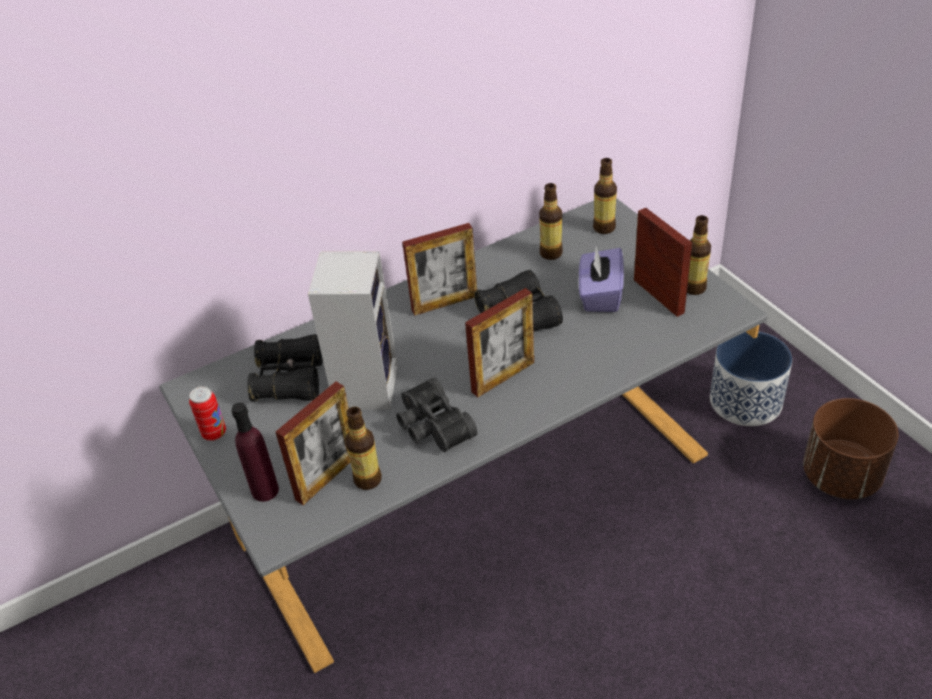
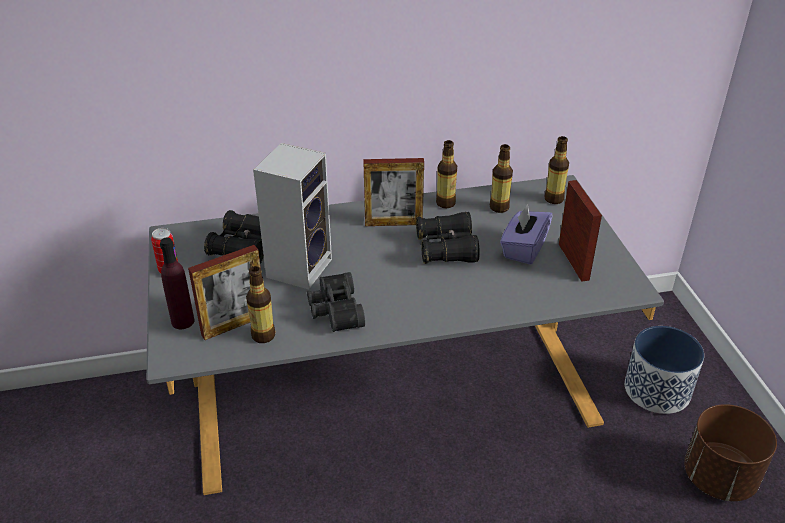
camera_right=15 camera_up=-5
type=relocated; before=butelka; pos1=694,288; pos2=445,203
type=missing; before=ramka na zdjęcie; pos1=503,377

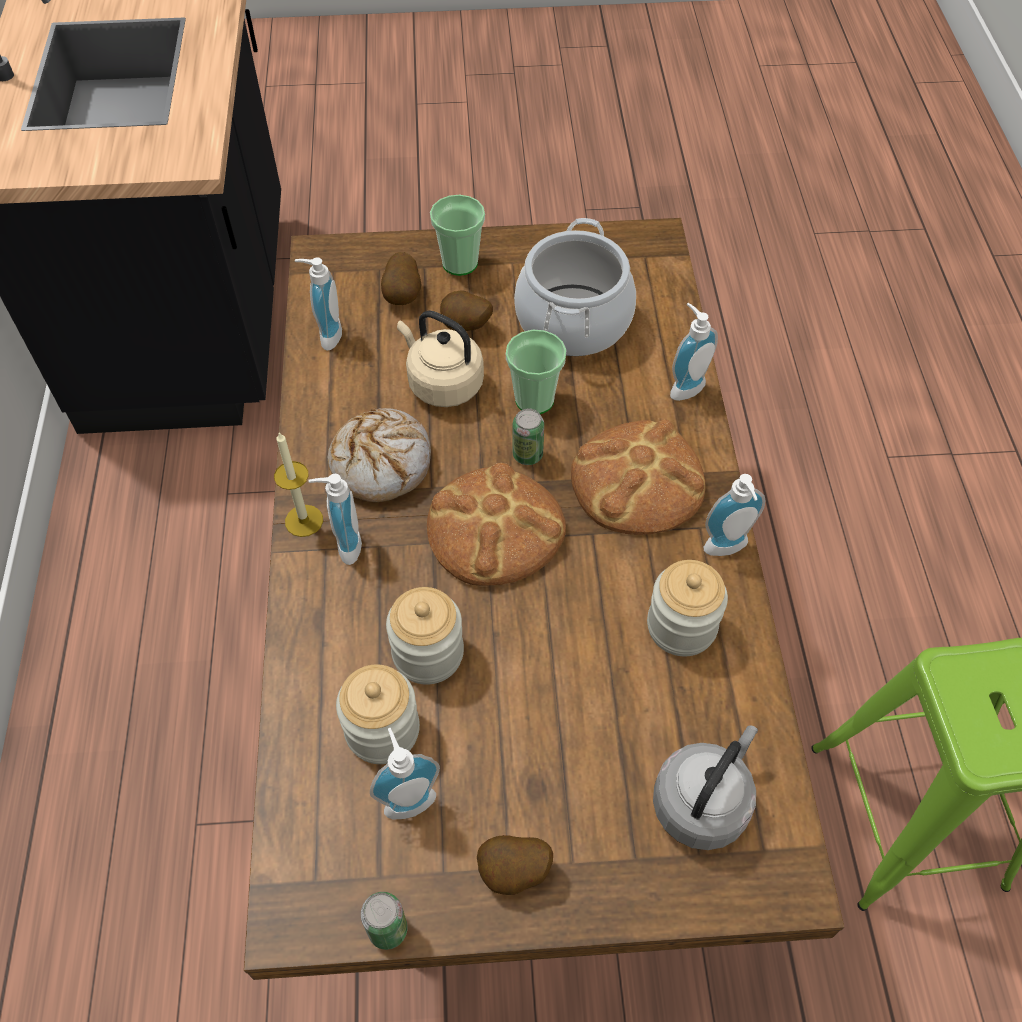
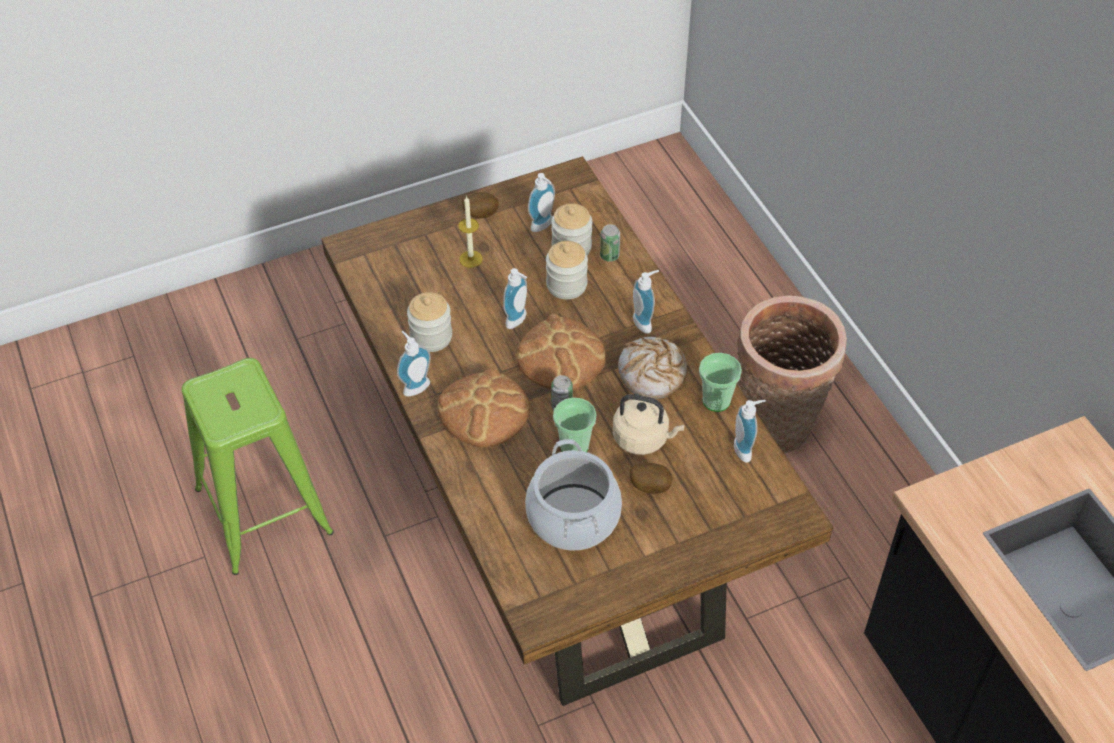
camera_right=160 camera_up=-5
type=relocated; before=filiżanka; pos1=460,263; pos2=716,400
type=missing; before=ziemniak; pos1=403,296
type=relocated; before=dozownik mydła; pos1=684,386; pos2=519,321
type=relocated; before=świeca; pos1=304,520; pos2=471,259
type=missing; before=czajnik [szary]; pos1=702,802
type=relocated; before=puszka; pos1=387,929; pos2=609,256
type=appeared; after=koszyk; pos2=777,426

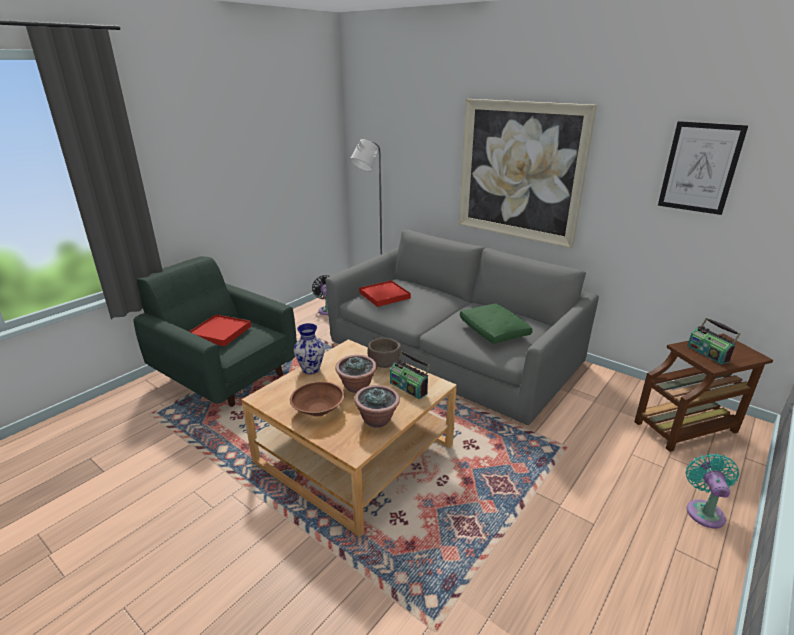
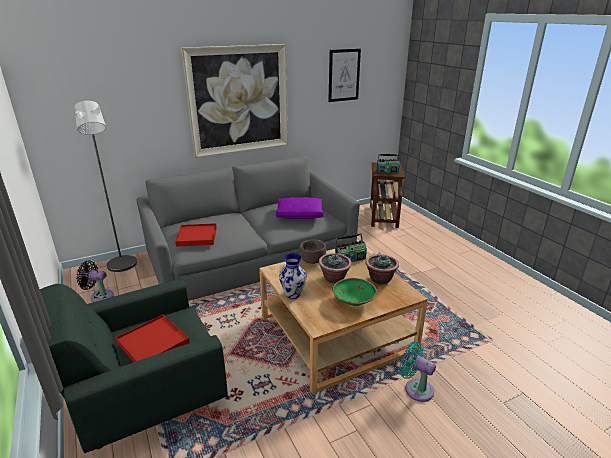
camera_right=-65 camera_up=0
type=colour; before=poduszka [zielony]; after=poduszka [fioletowy]; pos1=494,332; pos2=300,215
type=colour; before=miska [brązowy]; after=miska [zielony]; pos1=318,410; pos2=354,301
type=relocated; before=wentylator [turkusowy]; pos1=704,510; pos2=416,388

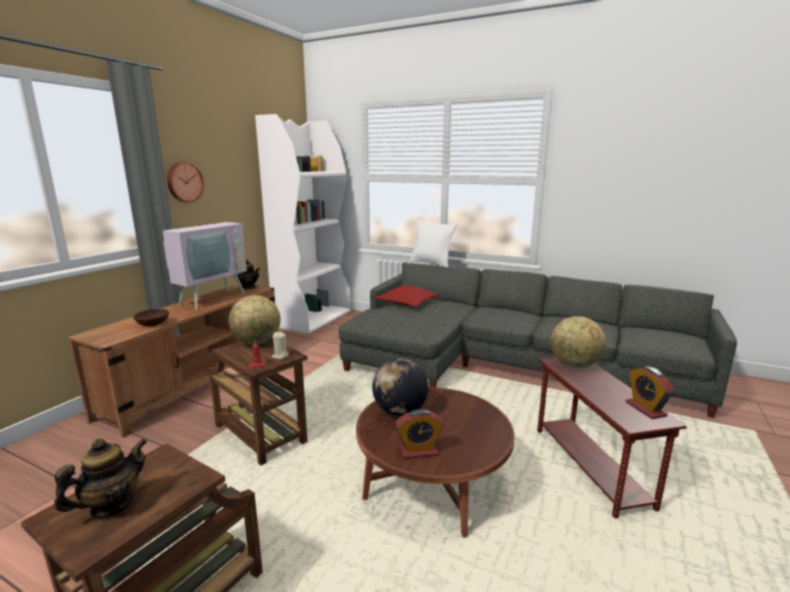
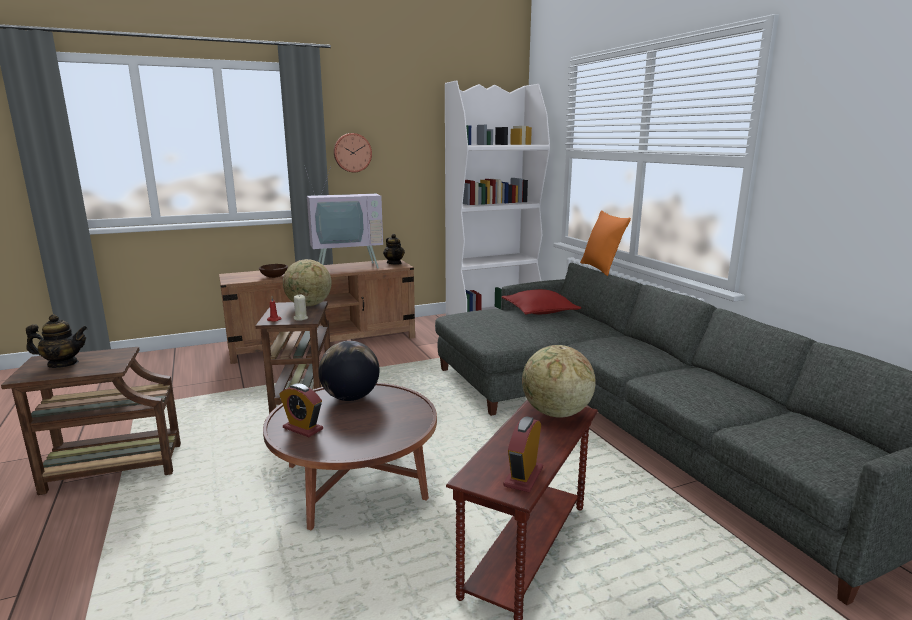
camera_right=40 camera_up=0
type=colour; before=poduszka [biały]; after=poduszka [pomarańczowy]; pos1=431,263; pos2=600,269

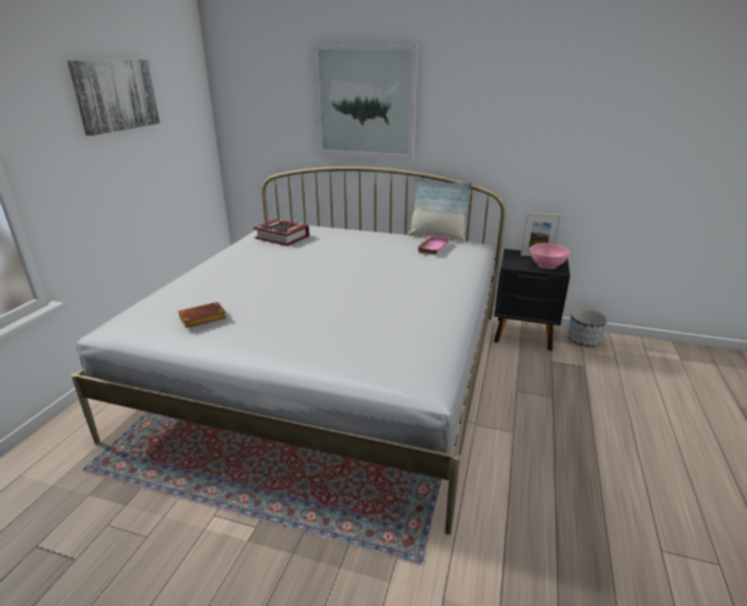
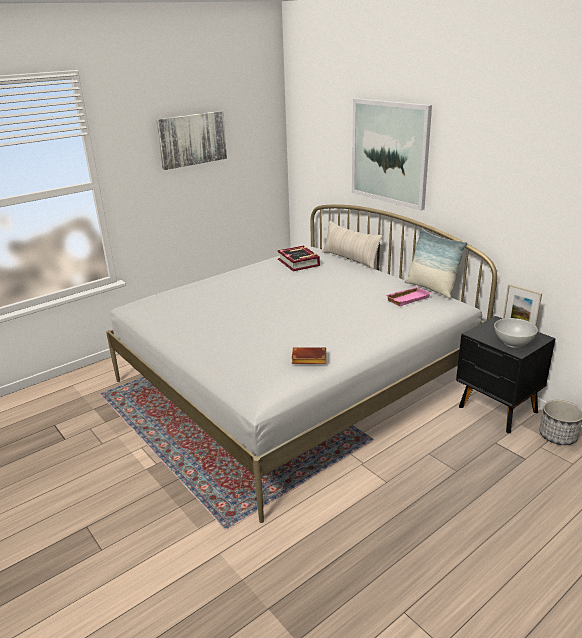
camera_right=35 camera_up=0
type=colour; before=miska [różowy]; after=miska [biały]; pos1=547,266; pos2=513,343
type=relocated; before=książka [brązowy]; pos1=202,319; pos2=308,359
type=appeared; after=poduszka [beżowy]; pos2=350,259

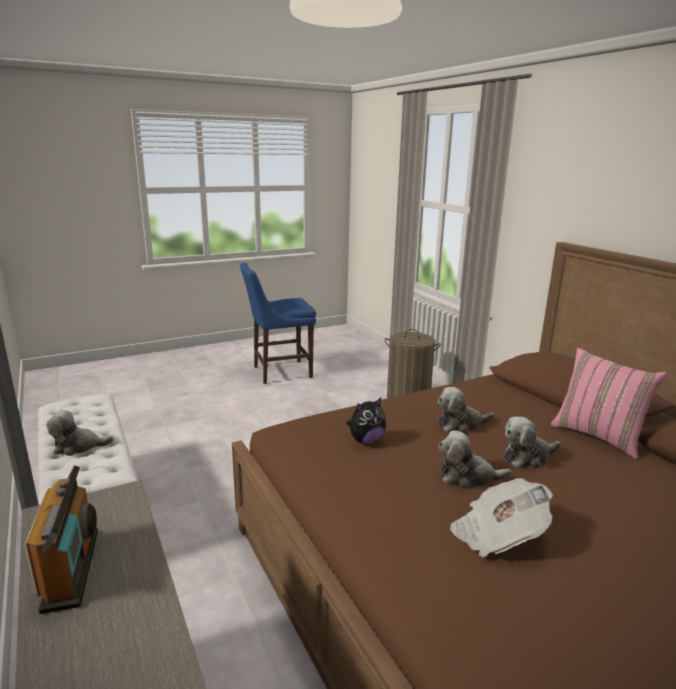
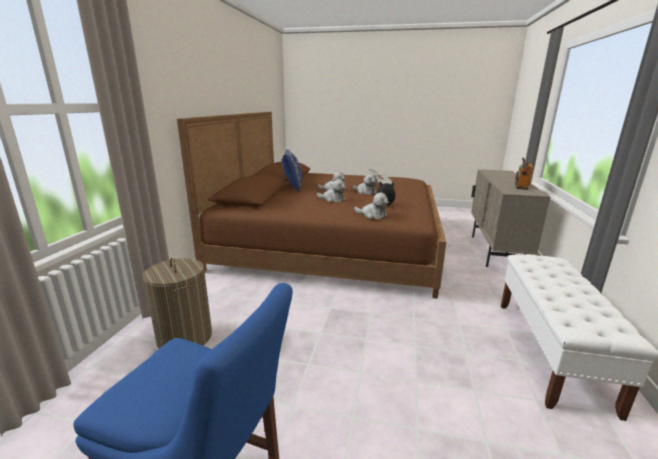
camera_right=-140 camera_up=0
type=colour; before=poduszka [różowy]; after=poduszka [niebieski]; pos1=598,436; pos2=292,187
type=relocated; before=pluszak; pos1=78,446; pos2=372,215

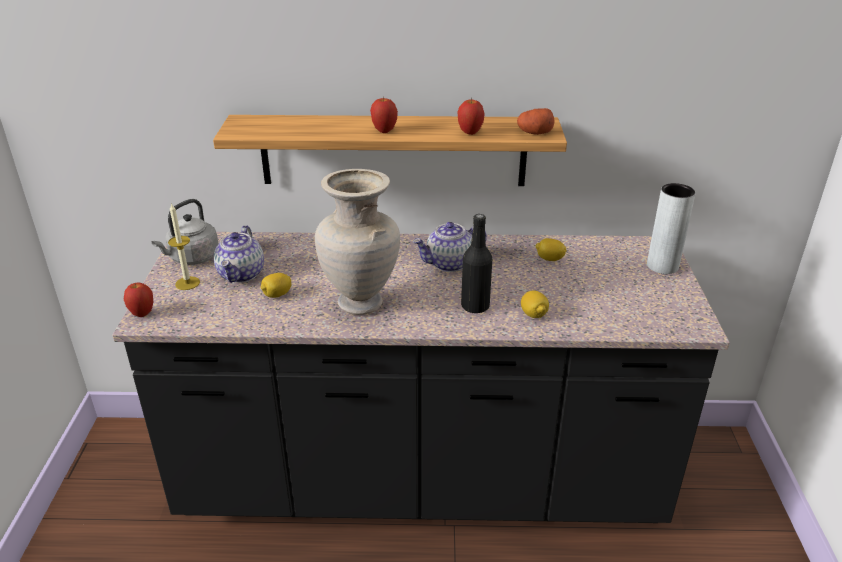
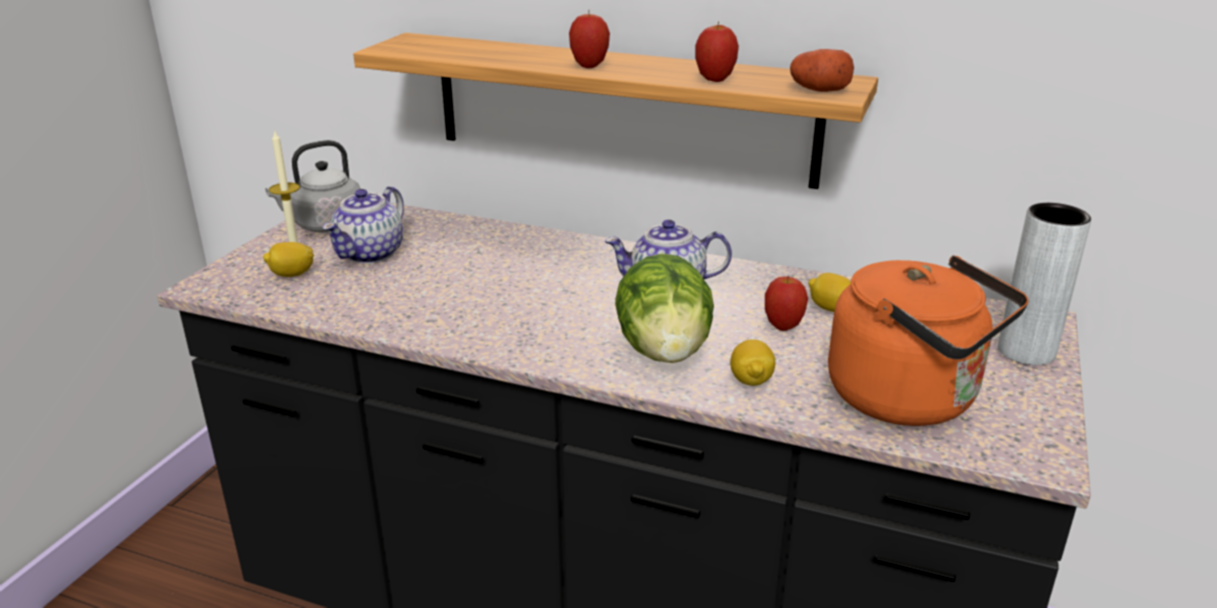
camera_right=20 camera_up=-5
type=missing; before=wazon [beżowy]; pos1=361,303
type=exchanged; before=butelka [czarny]; after=sałata; pos1=475,306; pos2=664,352
type=relocated; before=cytryna; pos1=277,295; pos2=291,275
type=relocated; before=jabłko; pos1=142,314; pos2=783,326
type=appeared; after=czajnik [pomarańczowy]; pos2=910,399

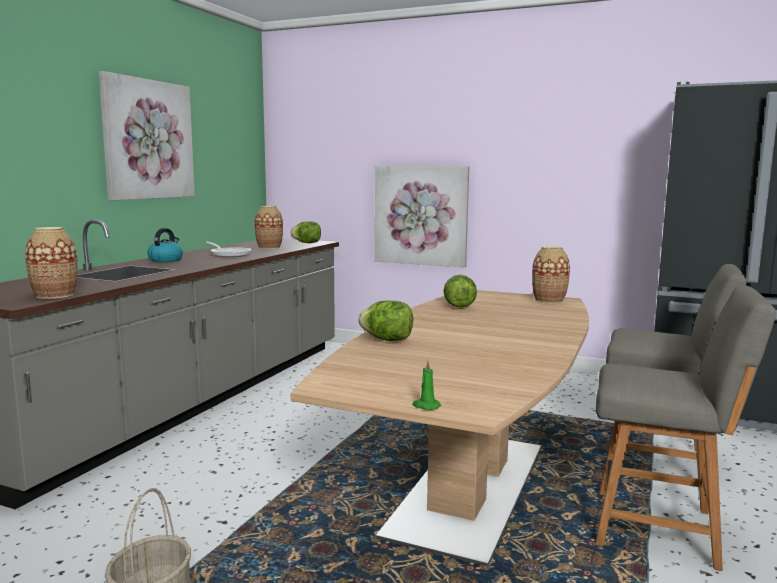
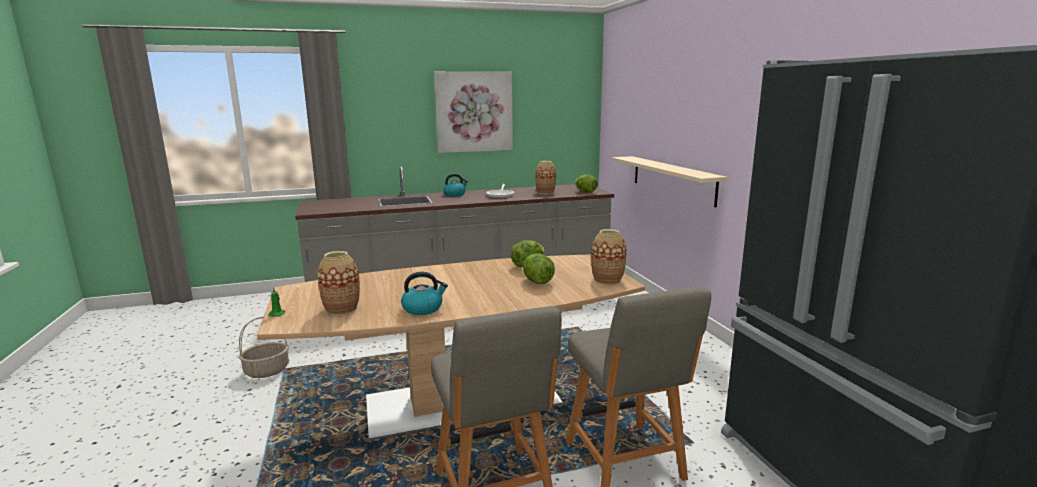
camera_right=50 camera_up=5
type=exchanged; before=obraz; after=półka [beżowy]; pos1=420,215; pos2=672,179
type=relocated; before=wazon; pos1=55,295; pos2=342,309
type=relocated; before=sałata; pos1=387,340; pos2=537,281
type=appeared; after=czajnik; pos2=423,308

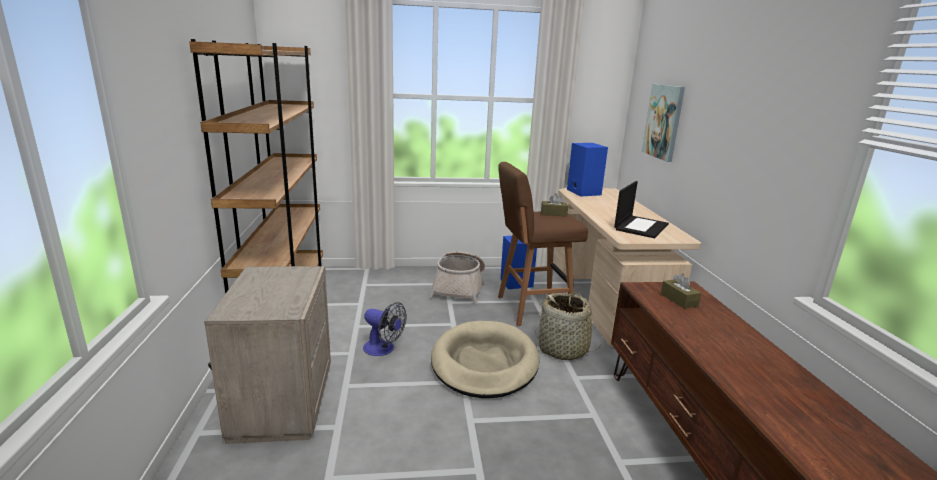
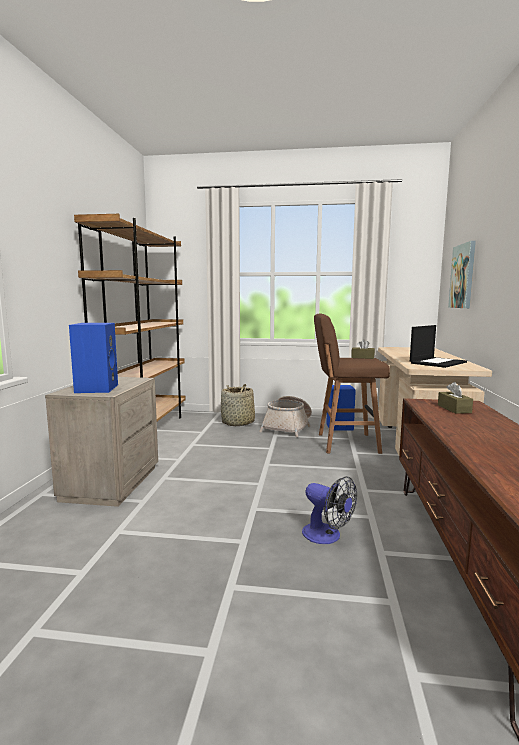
camera_right=15 camera_up=-10
type=relocated; before=głośnik [niebieski]; pos1=582,192; pos2=96,388
type=relocated; before=koszyk; pos1=563,349; pos2=238,423
type=relocated; before=wentylator; pos1=383,349; pos2=327,536
type=missing; before=legowisko [beżowy]; pos1=484,363

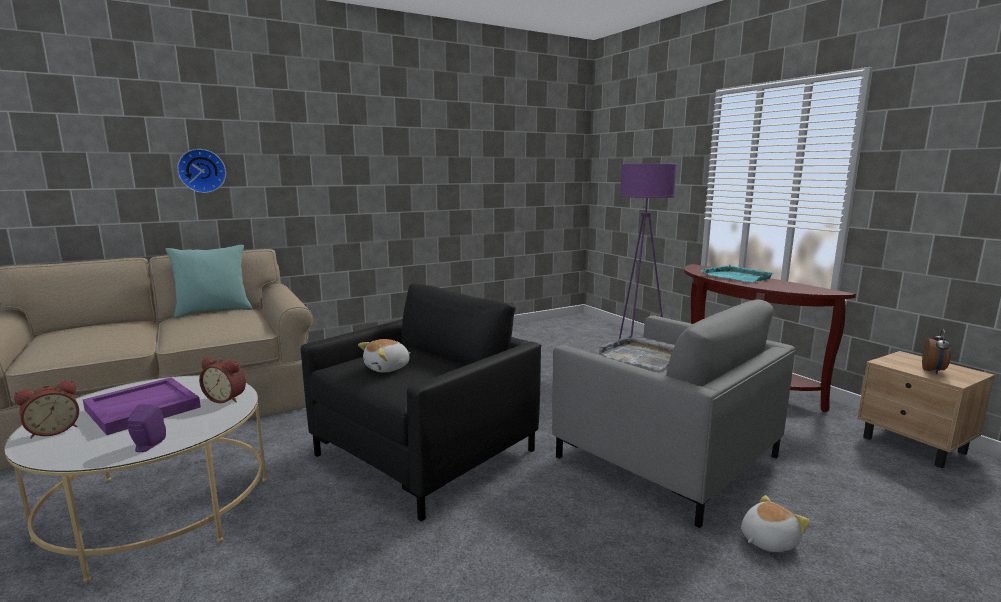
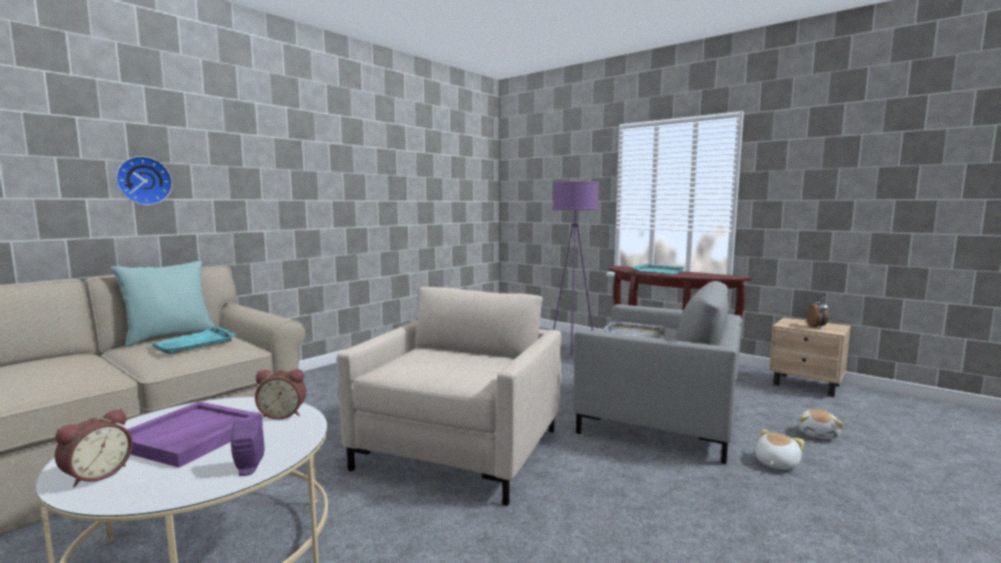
camera_right=-20 camera_up=-5
type=colour; before=fotel [czarny]; after=fotel [beżowy]; pos1=426,453; pos2=460,449
type=relocated; before=pluszak; pos1=388,368; pos2=818,434
type=appeared; after=taca [turkusowy]; pos2=194,343

